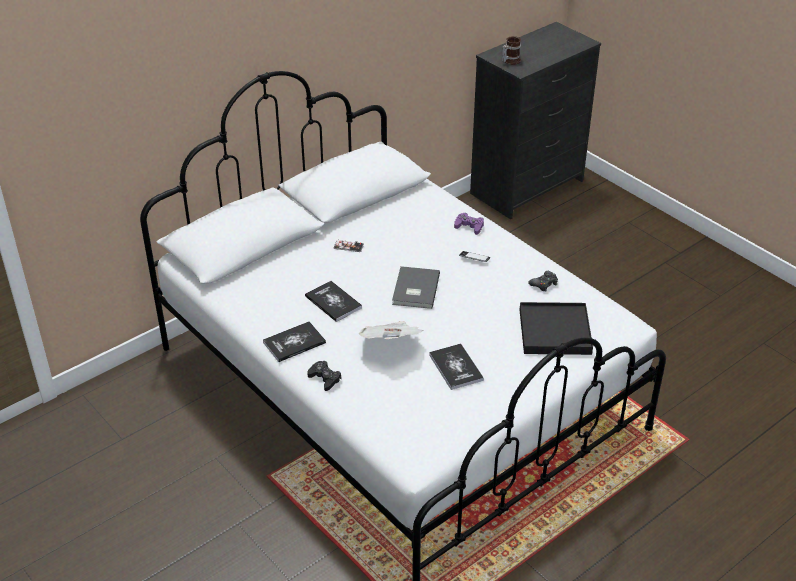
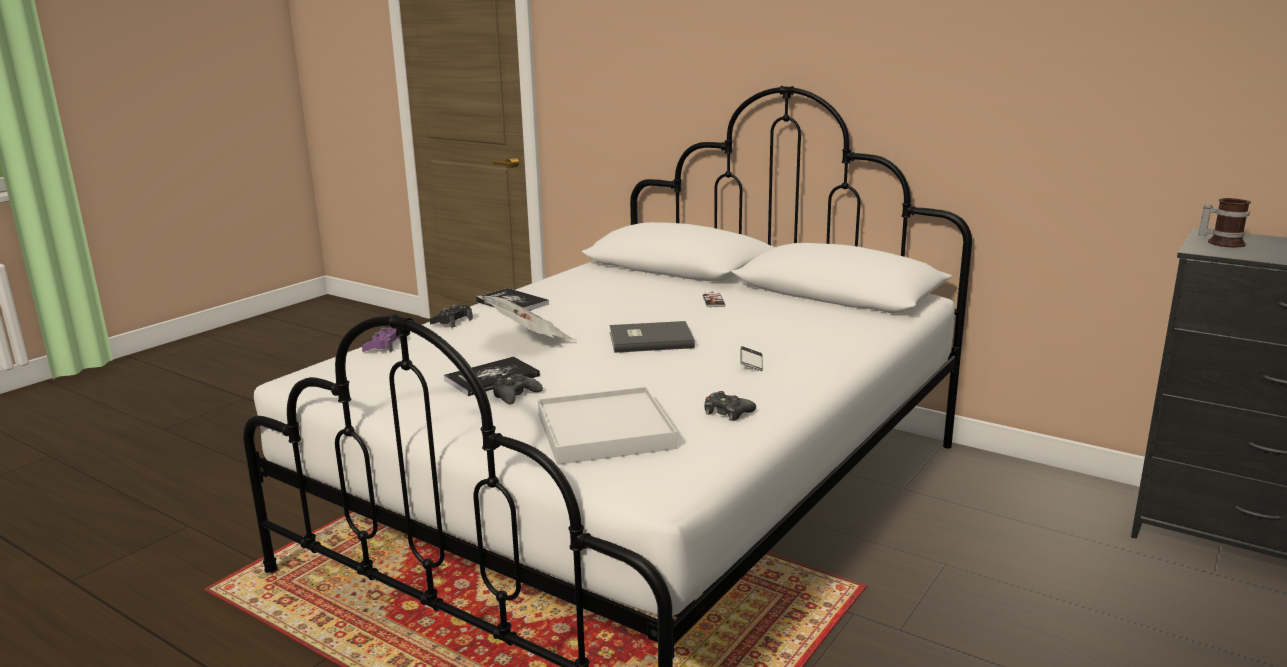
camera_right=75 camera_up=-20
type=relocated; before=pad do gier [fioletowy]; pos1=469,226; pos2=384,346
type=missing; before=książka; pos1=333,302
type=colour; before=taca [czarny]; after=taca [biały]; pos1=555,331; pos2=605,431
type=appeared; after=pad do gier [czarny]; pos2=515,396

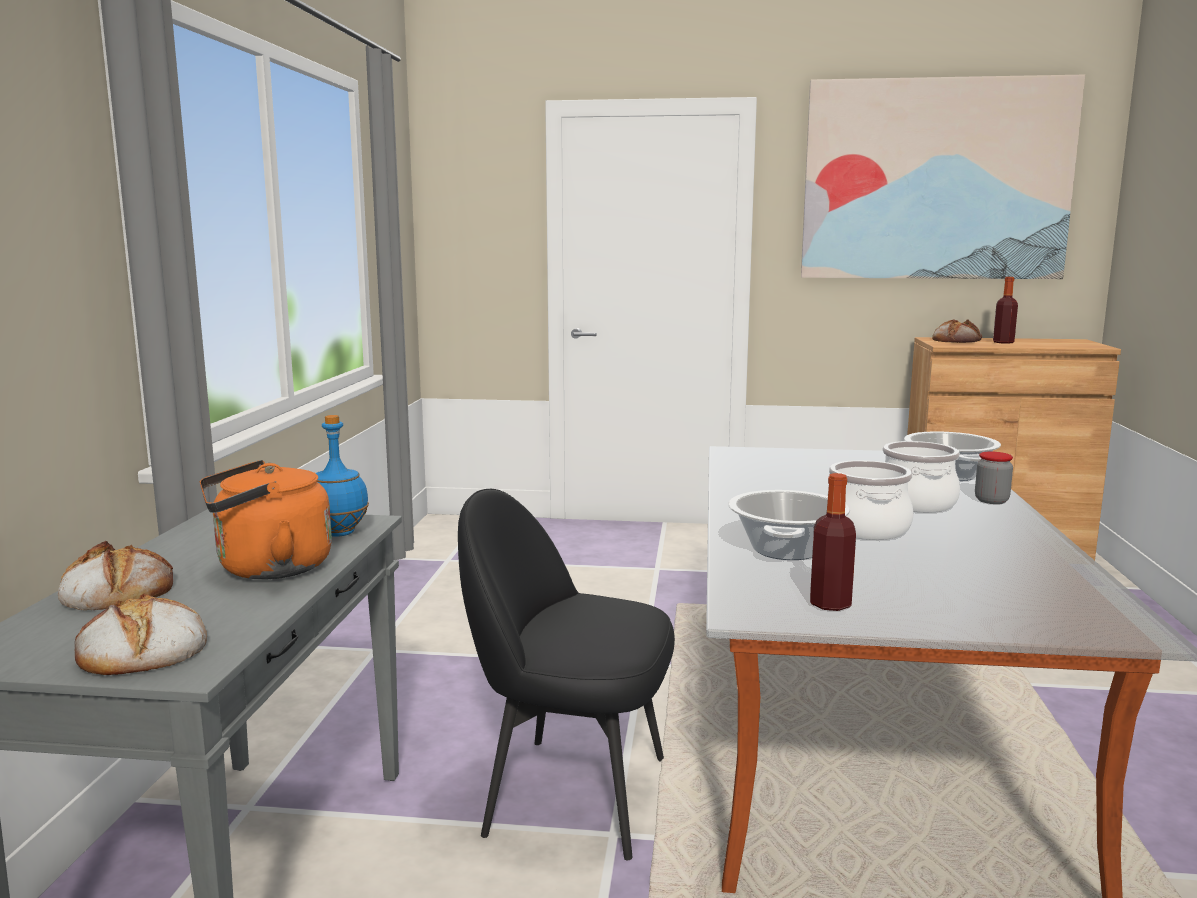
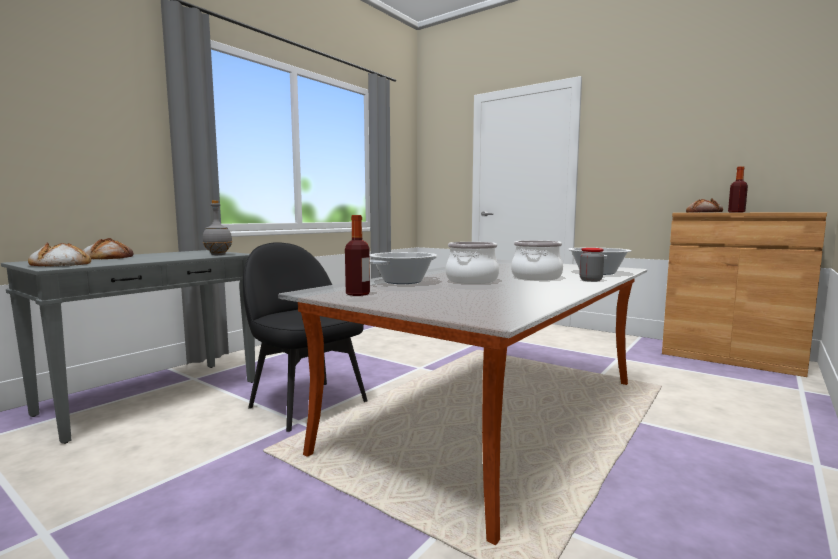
camera_right=30 camera_up=-5
type=missing; before=obraz; pos1=935,180
type=colour; before=butelka [niebieski]; after=butelka [szary]; pos1=338,533; pos2=218,255
type=missing; before=czajnik [pomarańczowy]; pos1=268,569

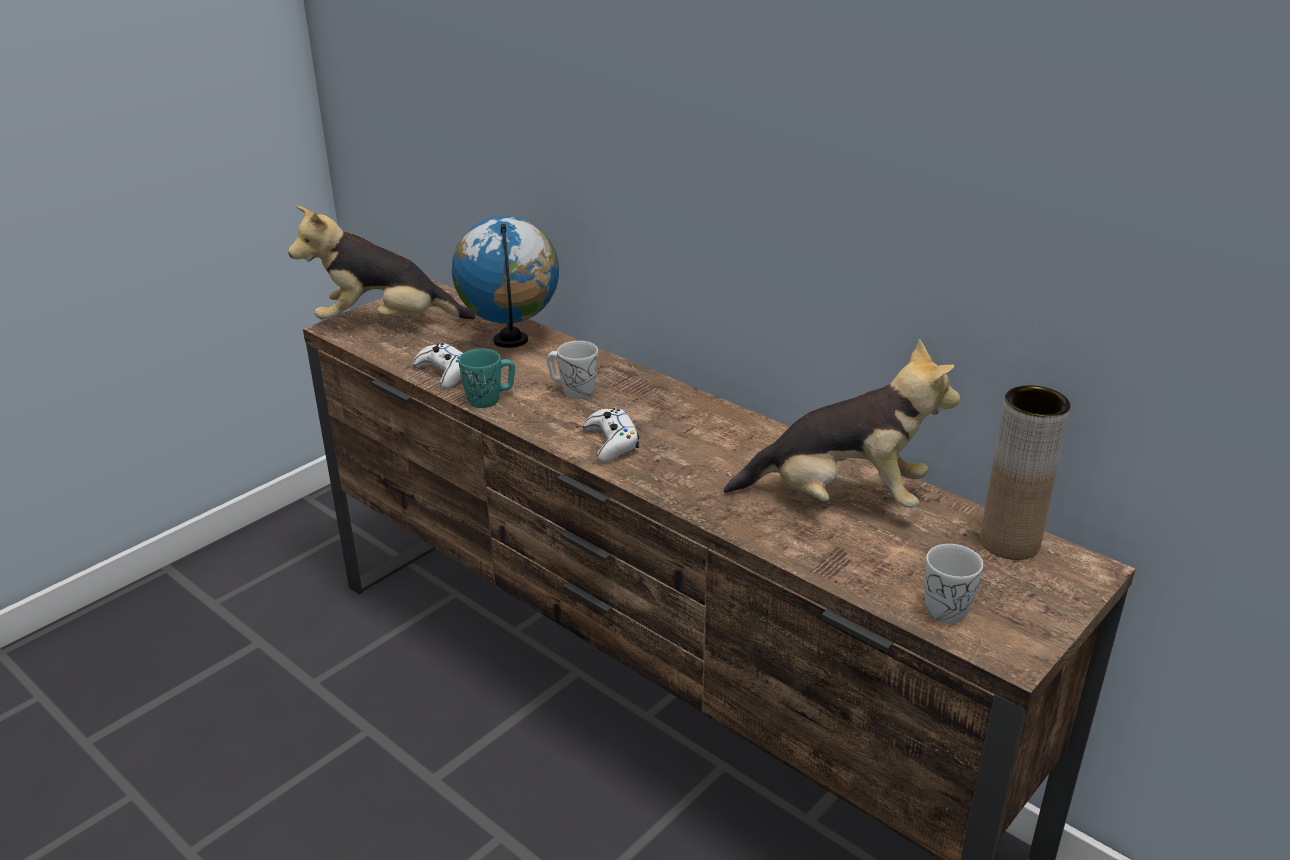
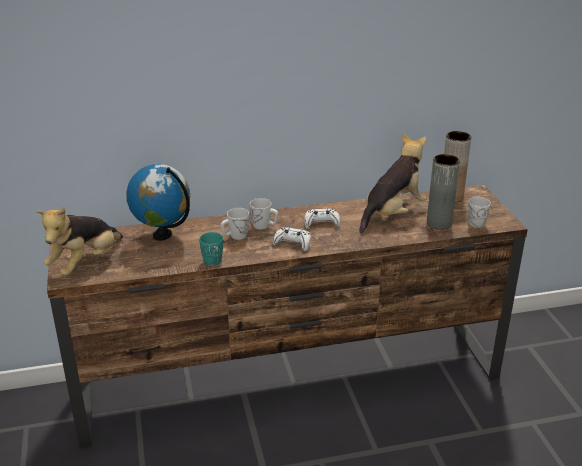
camera_right=-55 camera_up=0
type=relocated; before=pad do gier [biały]; pos1=444,373; pos2=321,223
type=appeared; after=wazon [szary]; pos2=439,223
type=appeared; after=kubek [biały]; pos2=264,226

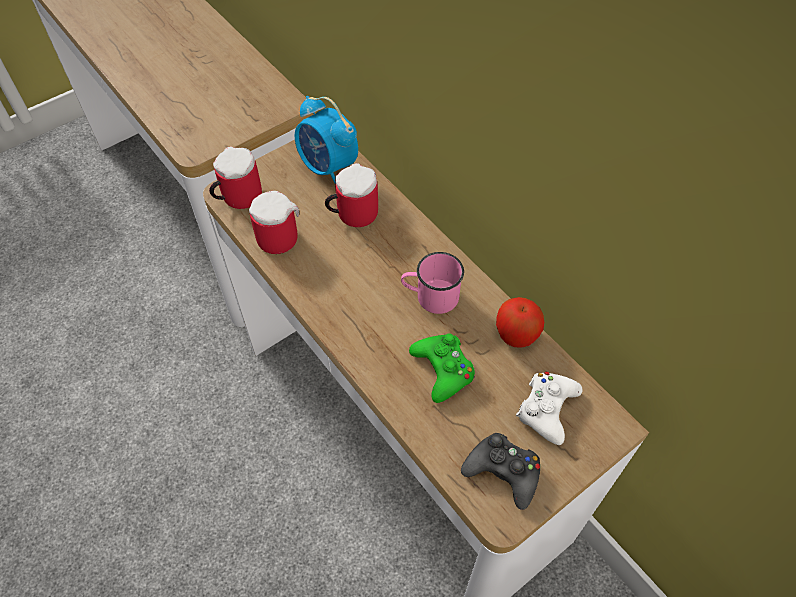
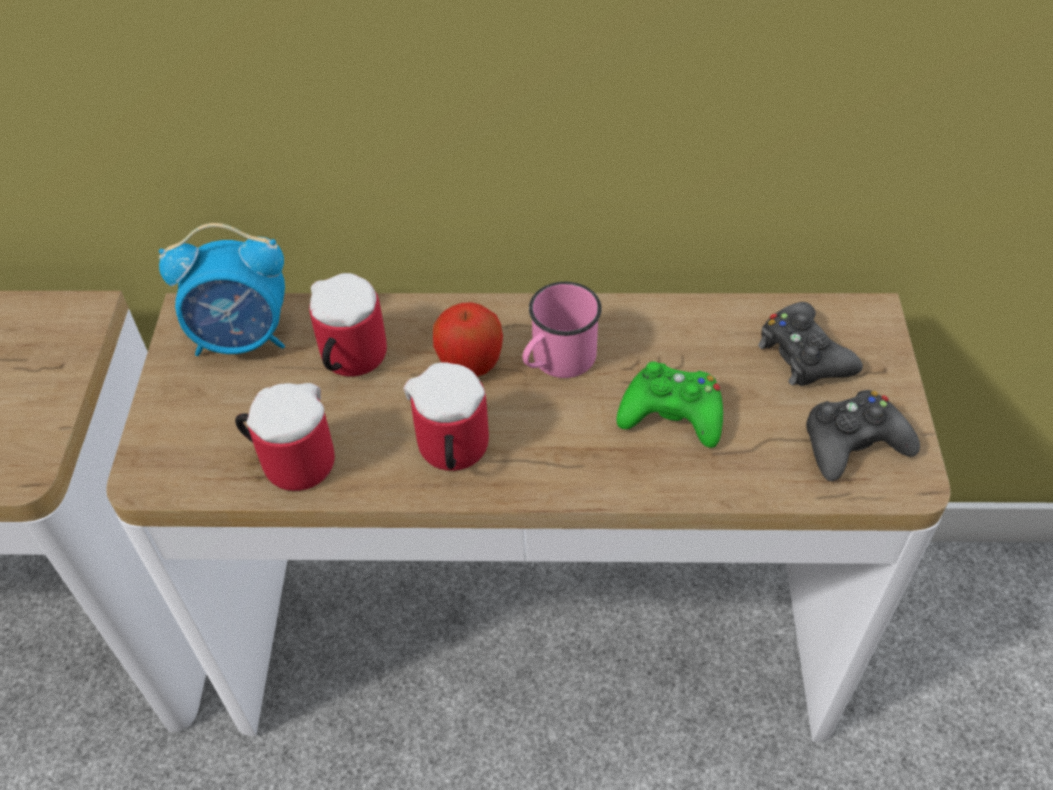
camera_right=-50 camera_up=-5
type=relocated; before=kubek; pos1=236,197; pos2=450,452
type=relocated; before=jabłko; pos1=516,335; pos2=470,363
type=colour; before=pad do gier [biały]; after=pad do gier [czarny]; pos1=546,409; pos2=804,355

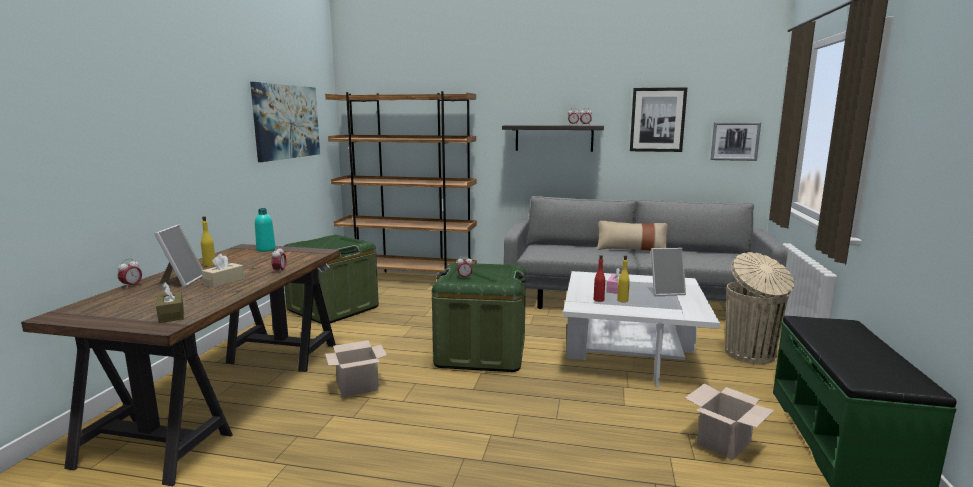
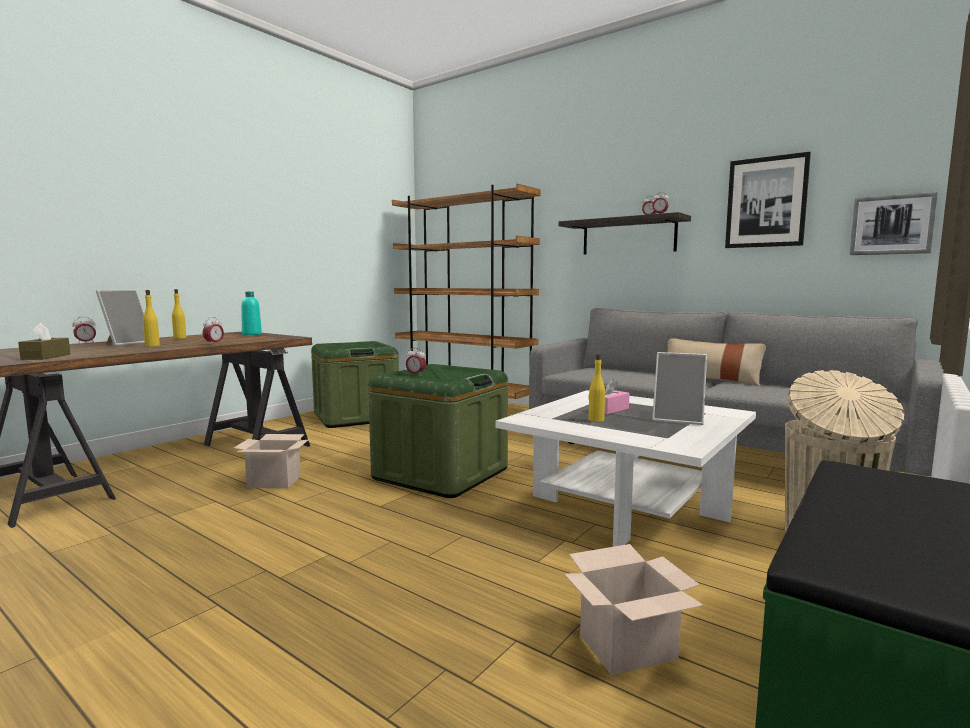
camera_right=25 camera_up=-5
type=missing; before=obraz; pos1=286,121
type=exchanged; before=pudełko chusteczek [beżowy]; after=butelka [żółty]; pos1=224,281; pos2=152,345
type=missing; before=butelka [czerwony]; pos1=599,300

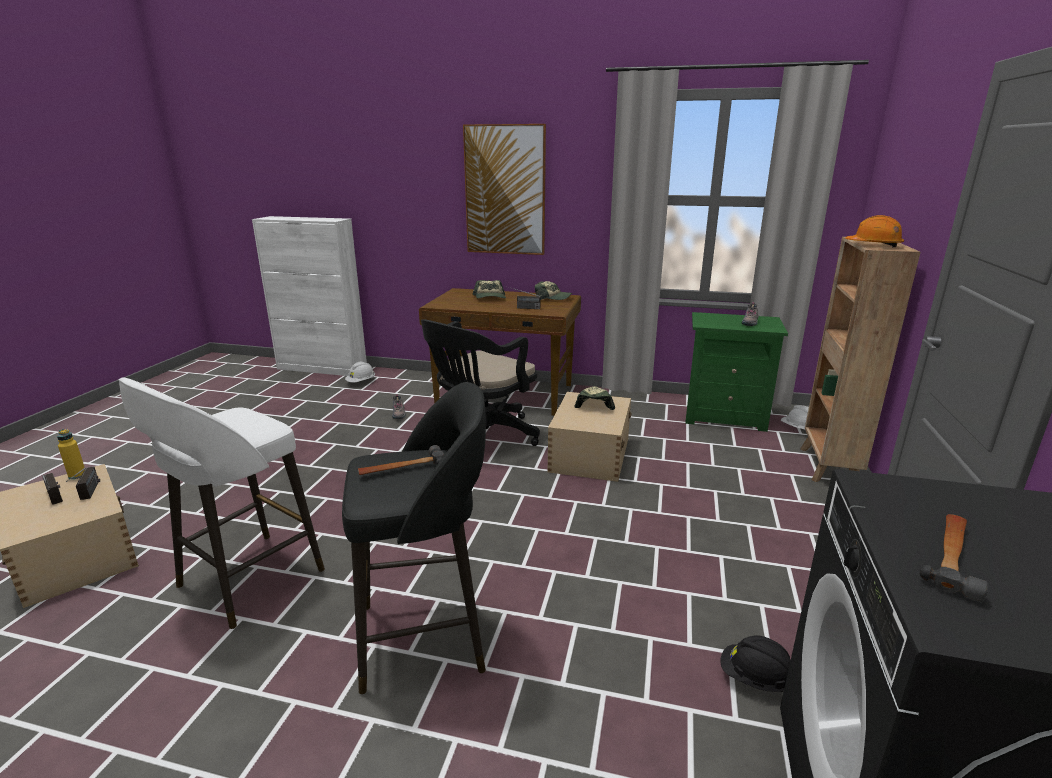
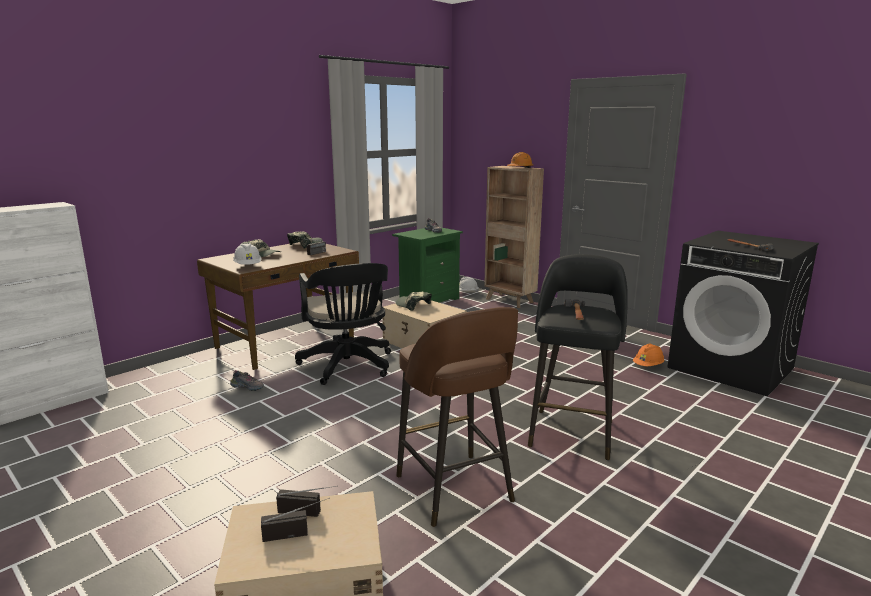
camera_right=-60 camera_up=-5
type=missing; before=obraz; pos1=505,190
type=relocated; before=kask [biały]; pos1=361,382; pos2=248,266
type=colour; before=stołek [biały]; after=stołek [brązowy]; pos1=247,580; pos2=455,490
type=missing; before=butelka [żółty]; pos1=77,475
type=colour; before=kask [czarny]; after=kask [pomarańczowy]; pos1=755,678; pos2=648,366

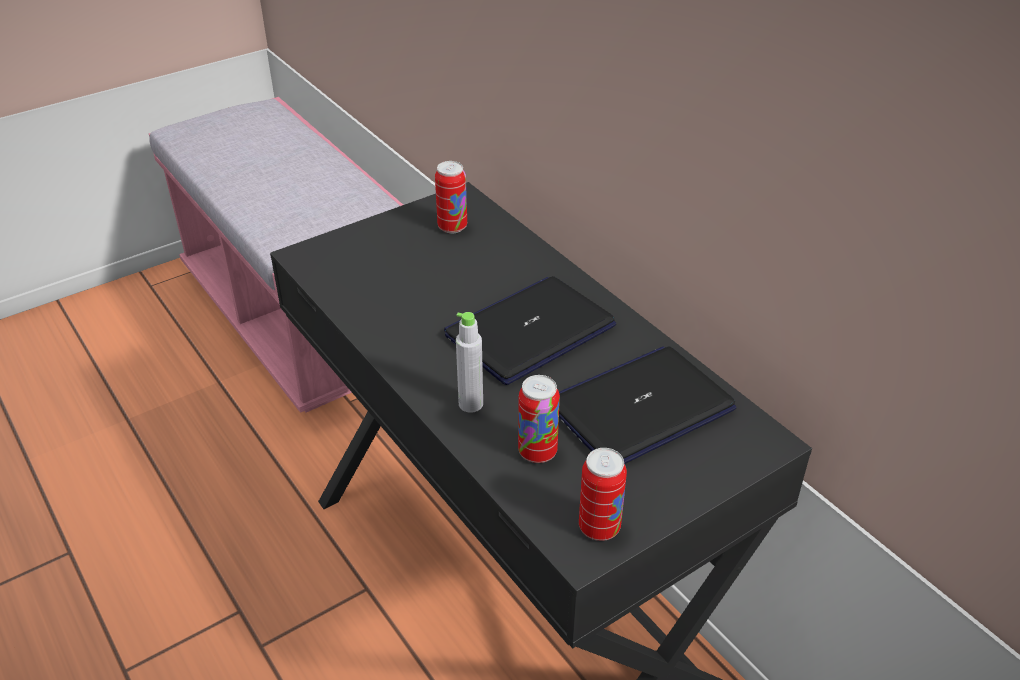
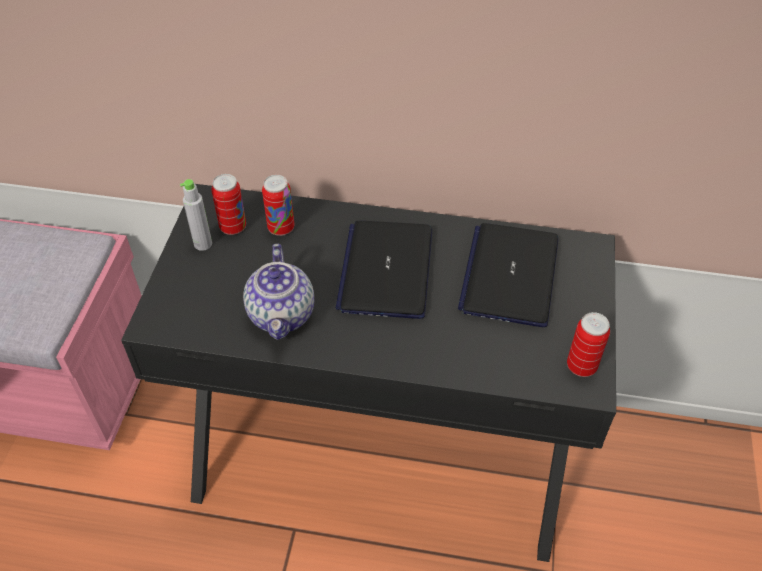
camera_right=-45 camera_up=10
type=relocated; before=butelka [szary]; pos1=471,404; pos2=203,244
type=relocated; before=puszka; pos1=537,452; pos2=281,228
type=appeared; after=imbryk; pos2=282,315

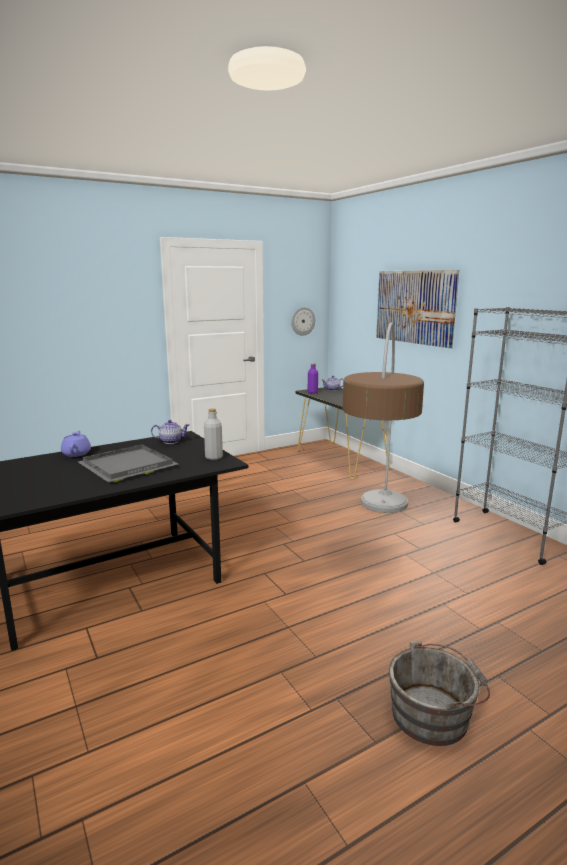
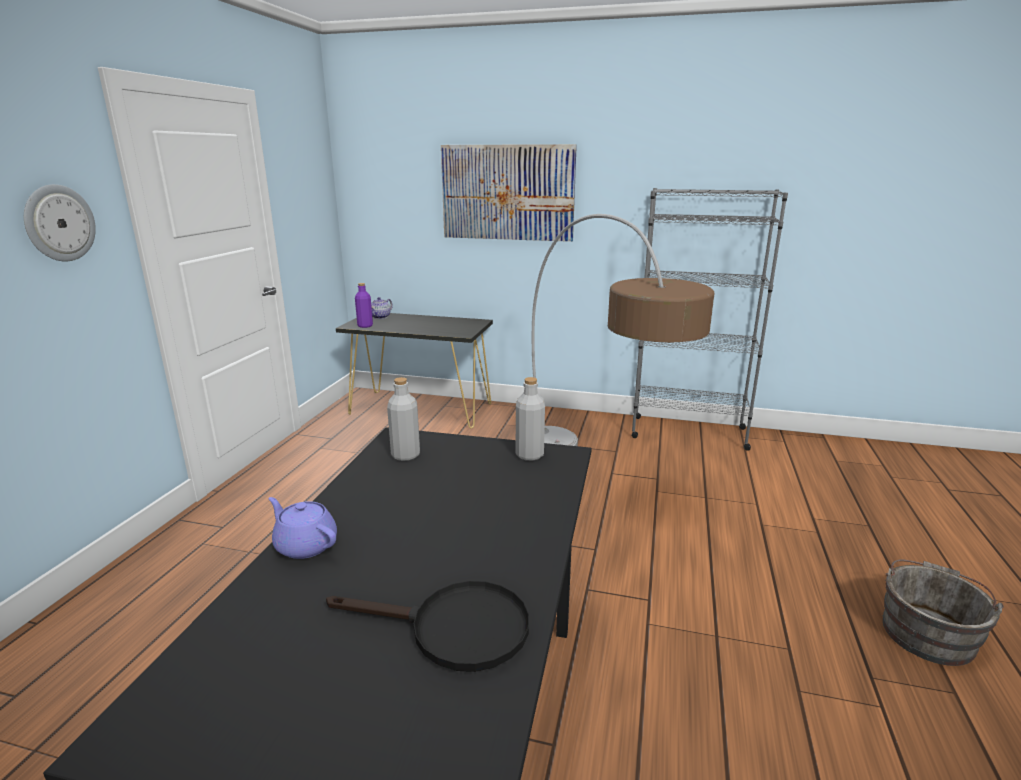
camera_right=-45 camera_up=5
type=relocated; before=zegar ścienny; pos1=302,321; pos2=59,223
type=exchanged; before=imbryk; after=butelka [szary]; pos1=170,441; pos2=405,455
type=missing; before=taca [szary]; pos1=127,467
type=appeared; after=patelnia [czarny]; pos2=453,629

